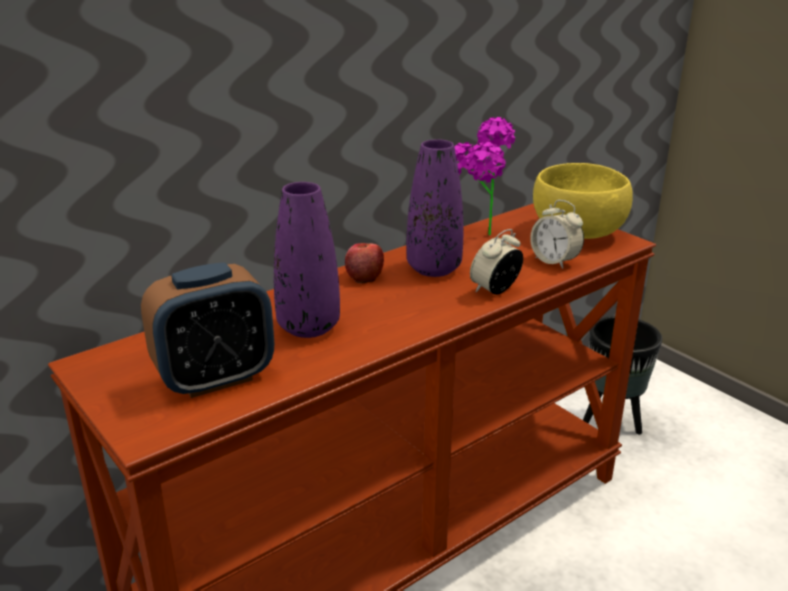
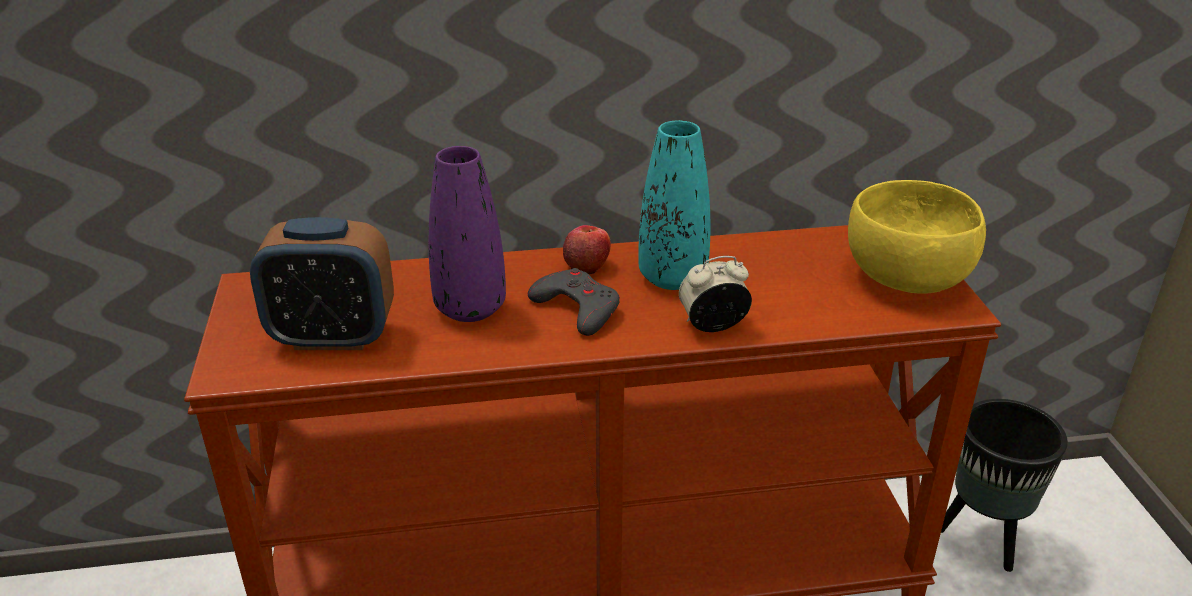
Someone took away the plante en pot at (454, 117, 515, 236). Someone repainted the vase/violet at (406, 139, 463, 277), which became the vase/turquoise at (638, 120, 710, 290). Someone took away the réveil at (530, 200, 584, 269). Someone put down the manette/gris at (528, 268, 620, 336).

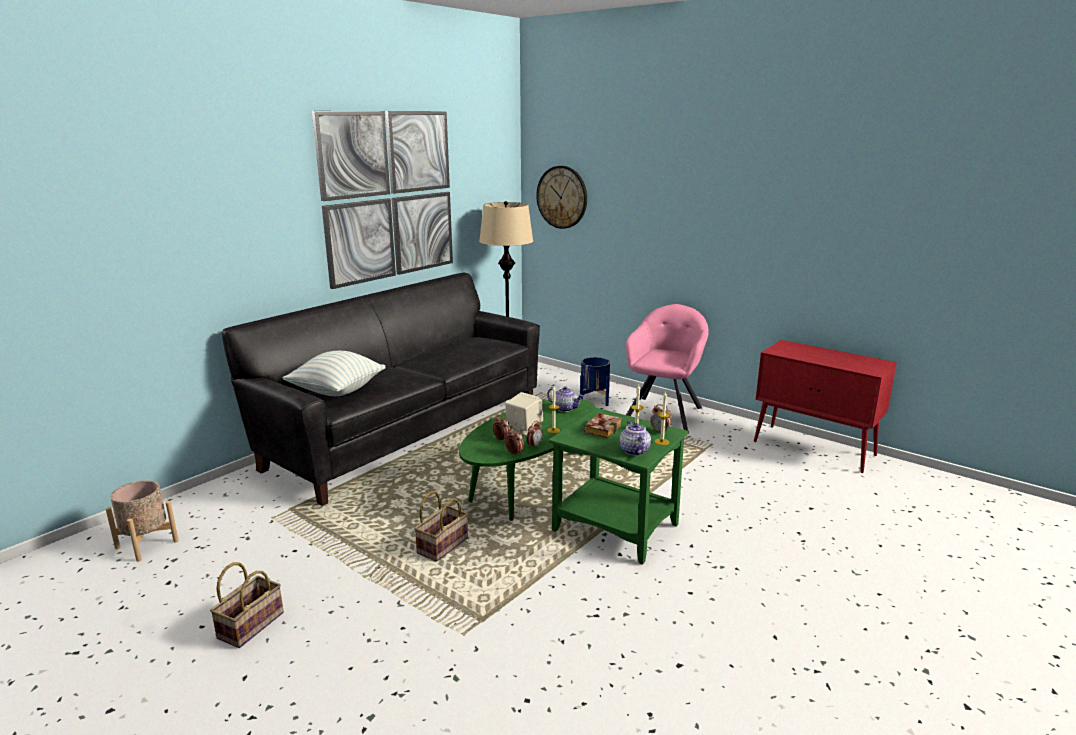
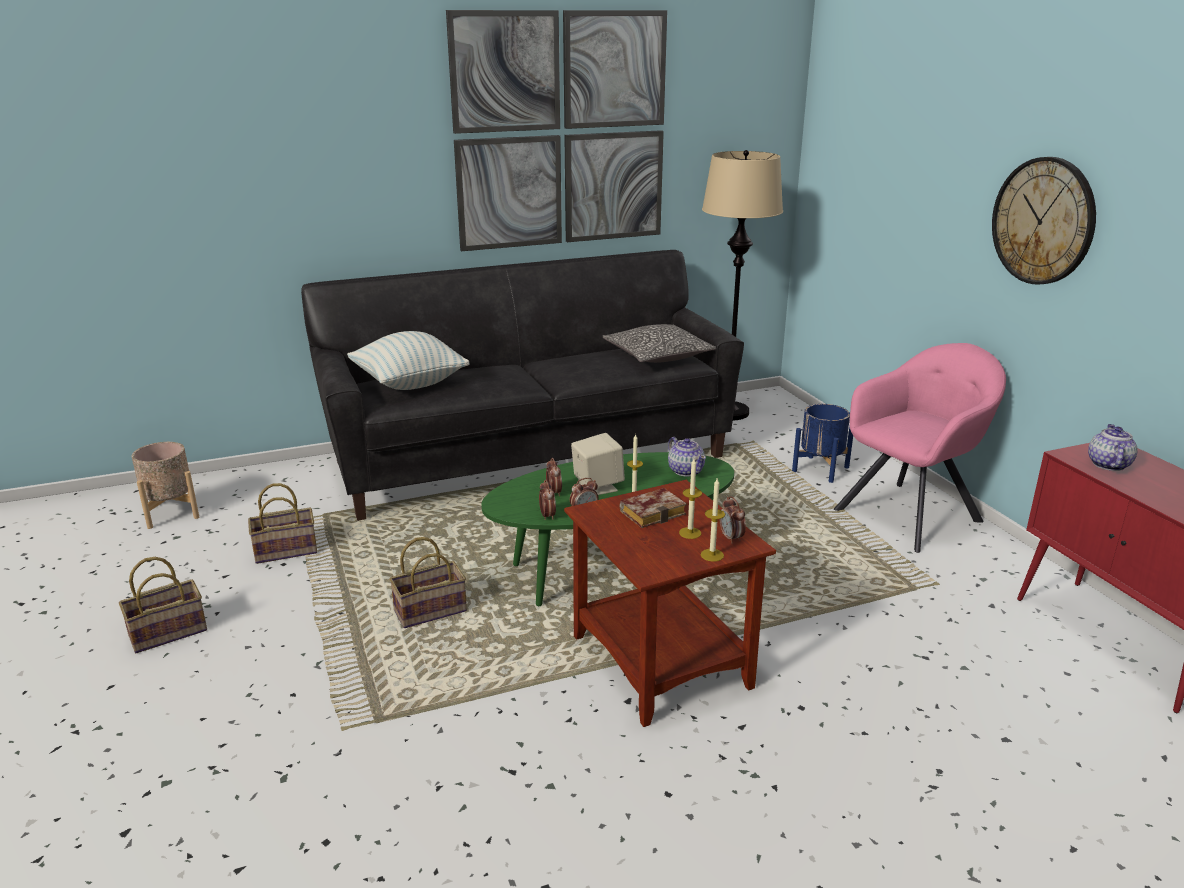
Someone carried the horloge murale from (536, 166, 587, 229) to (992, 157, 1096, 285). Someone repainted the table d'appoint/vert at (548, 408, 689, 565), which became the table d'appoint/marron at (564, 480, 776, 727). Someone carried the théière from (620, 421, 651, 456) to (1088, 424, 1138, 471). Someone put down the coussin at (602, 324, 716, 363). Someone put down the panier at (248, 483, 317, 564).

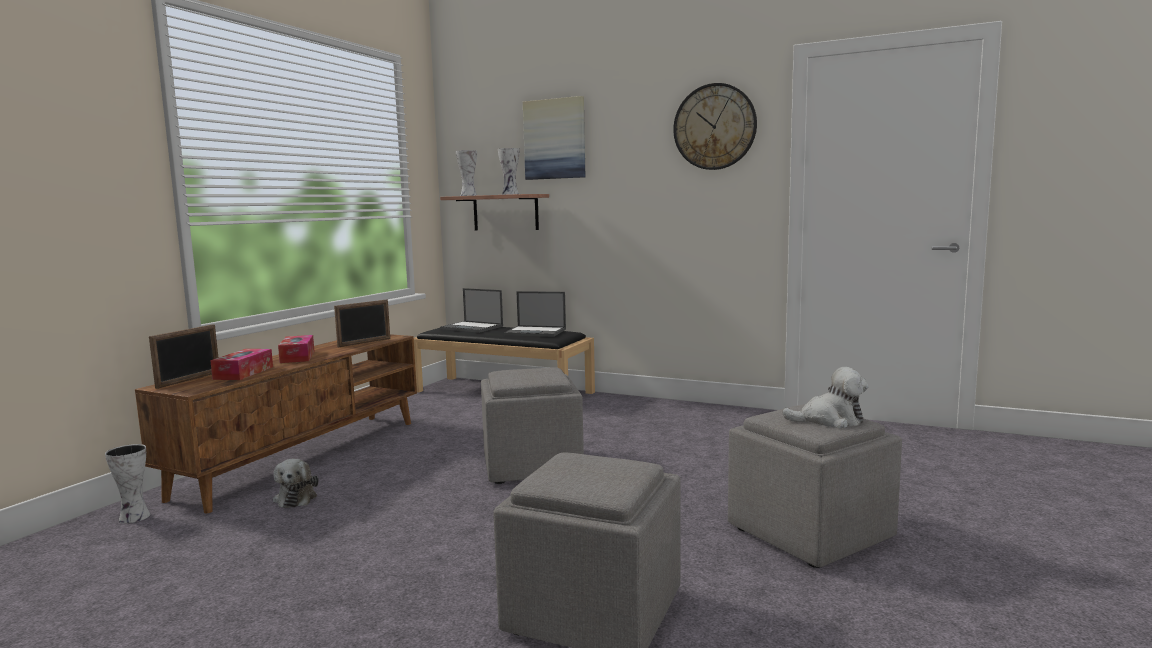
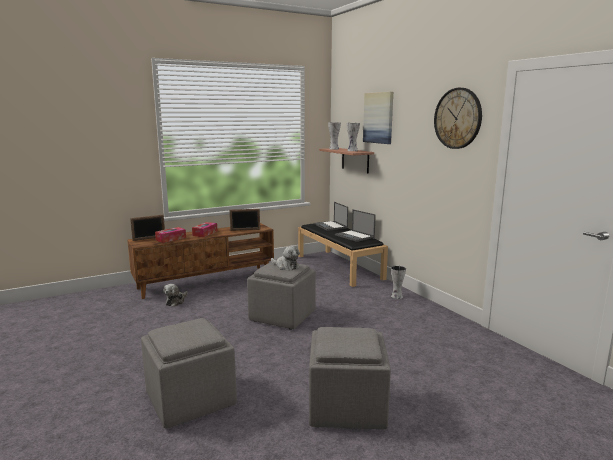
Someone carried the peluche from (782, 367, 869, 428) to (271, 245, 300, 271). Someone carried the vase from (105, 444, 150, 523) to (391, 266, 406, 299).

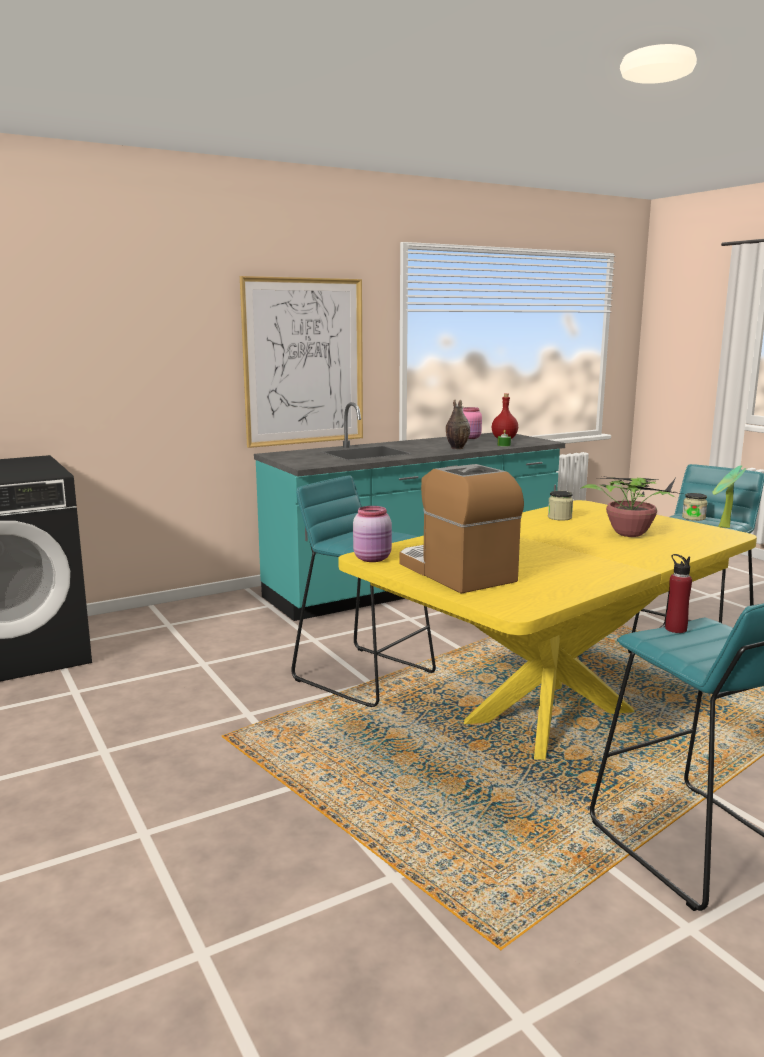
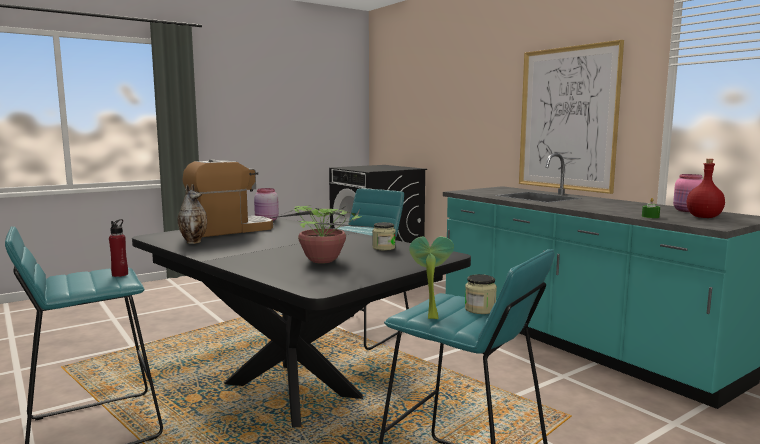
Someone carried the vase from (446, 400, 470, 449) to (177, 184, 207, 244). Someone repainted the table à manger/jaune at (338, 500, 757, 760), which became the table à manger/noir at (132, 218, 471, 427).

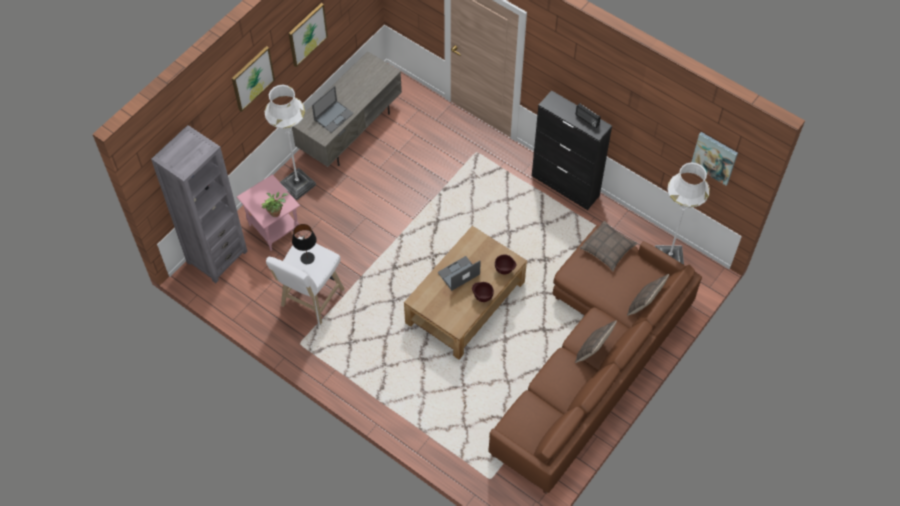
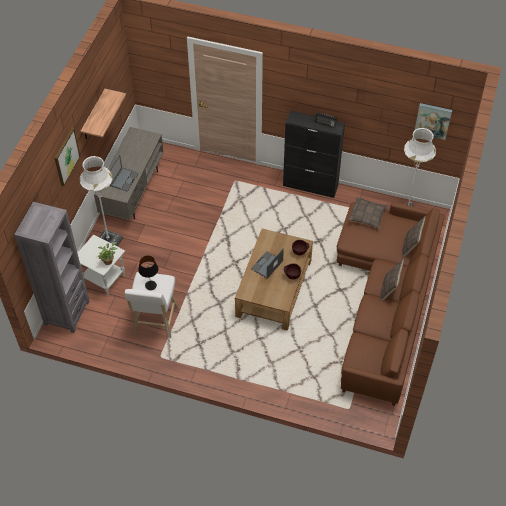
Someone swapped the tableau at (289, 3, 328, 67) for the étagère at (81, 89, 126, 139). Someone repainted the table d'appoint/rose at (237, 174, 300, 251), which became the table d'appoint/blanc at (77, 234, 125, 296).

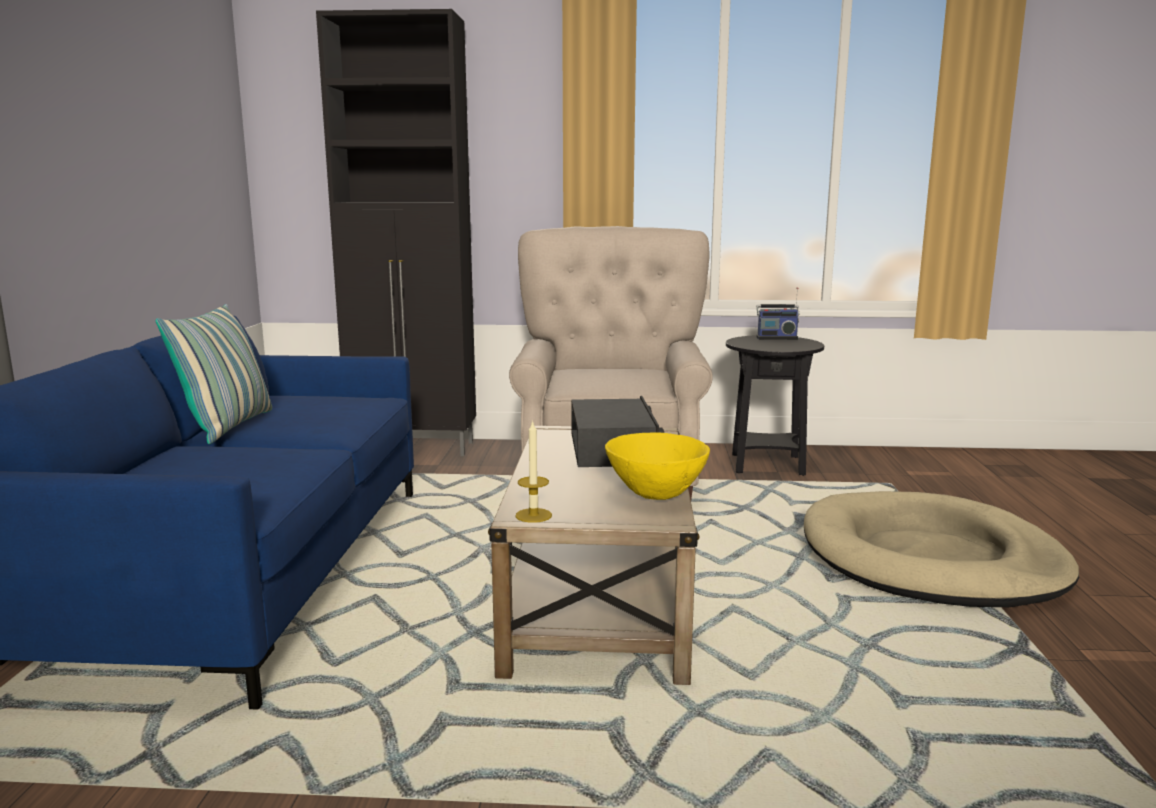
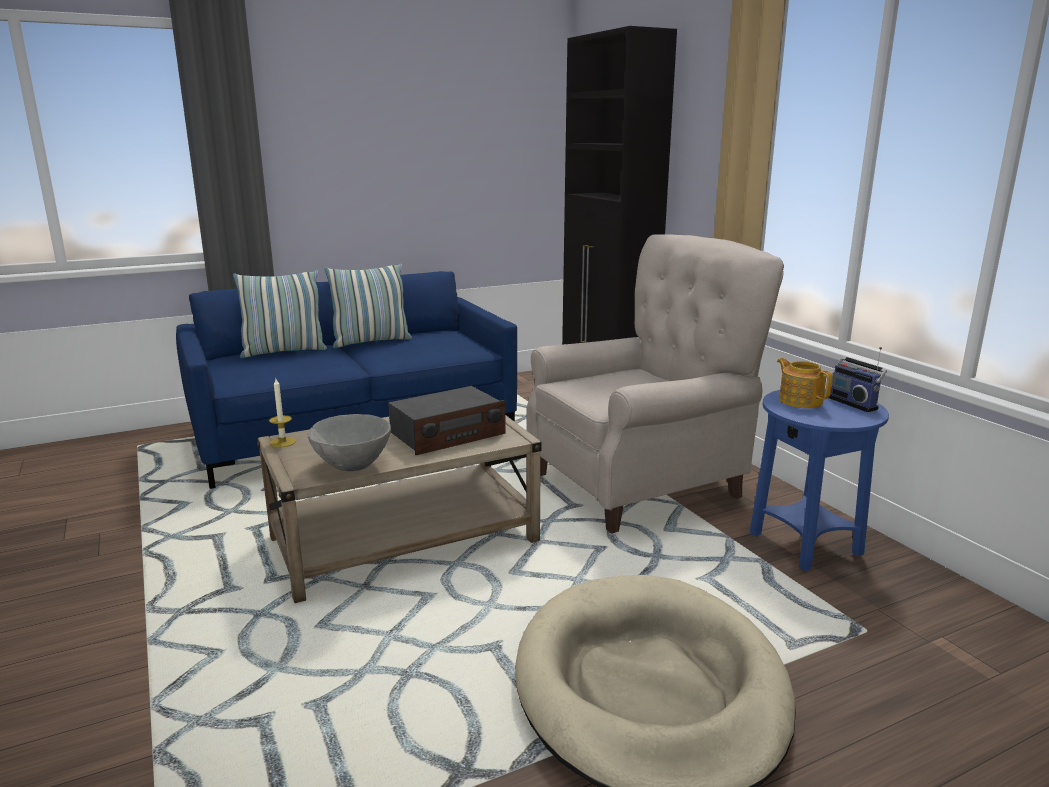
Someone repainted the table d'appoint/noir at (726, 335, 824, 476), which became the table d'appoint/bleu at (750, 389, 889, 571). Someone repainted the bol/jaune at (605, 432, 710, 500), which became the bol/gris at (307, 414, 391, 471). Someone put down the coussin at (233, 270, 327, 358). Someone put down the théière at (777, 358, 833, 408).

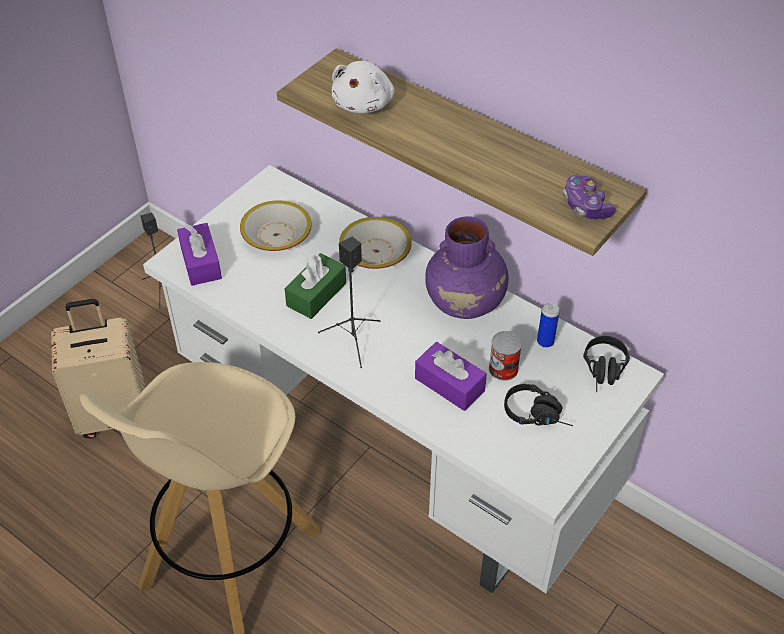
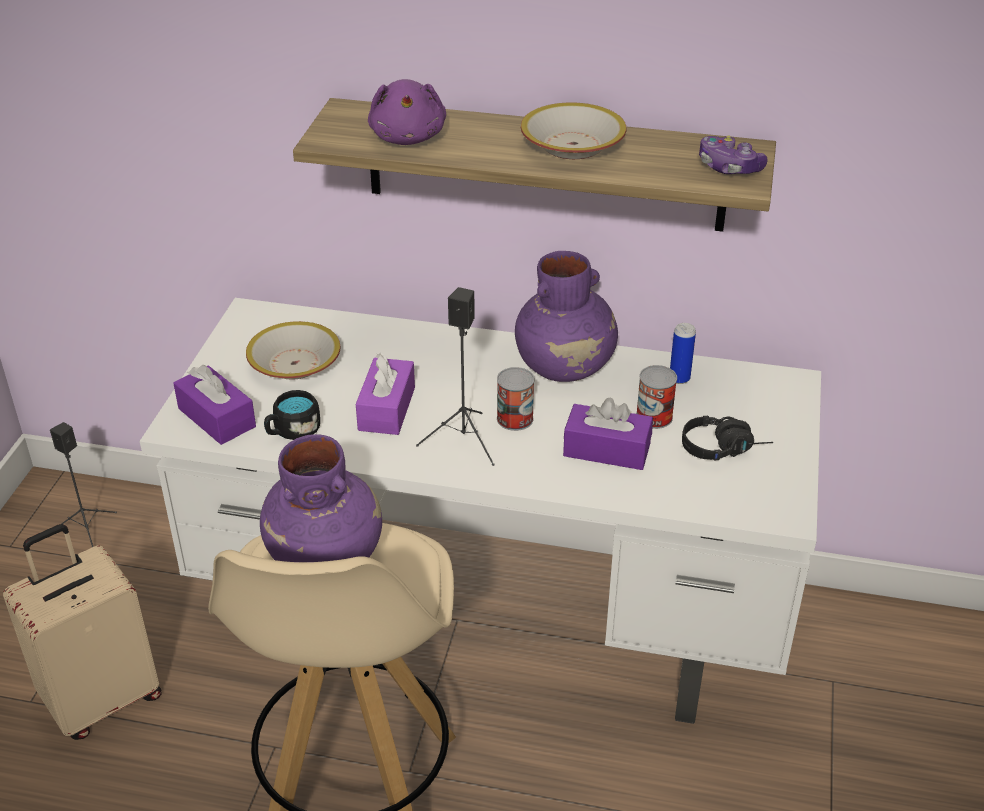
Someone repainted the peluche/blanc at (332, 61, 395, 114), which became the peluche/violet at (368, 79, 446, 145). Someone carried the bol from (339, 217, 412, 269) to (521, 102, 626, 159). Someone repainted the boîte à mouchoirs/vert at (284, 253, 346, 319), which became the boîte à mouchoirs/violet at (356, 353, 415, 435). Someone took away the casque audio/noir at (583, 336, 630, 392). Someone put down the boîte métallique at (497, 367, 535, 431). Someone put down the mug/noir at (264, 390, 320, 440). Someone put down the vase/violet at (260, 434, 382, 562).

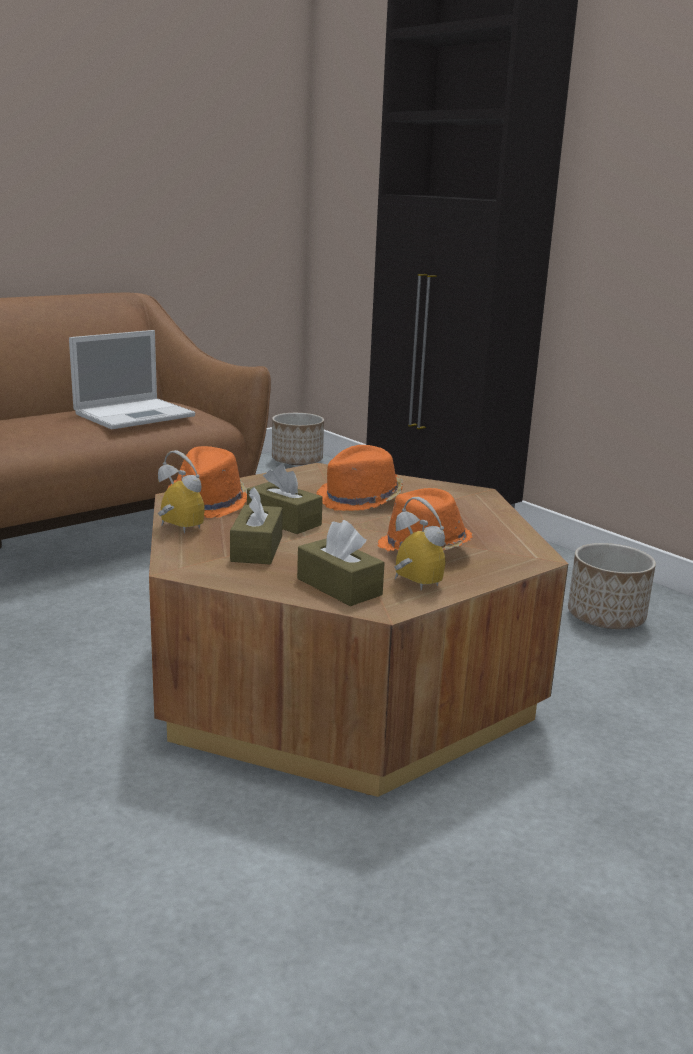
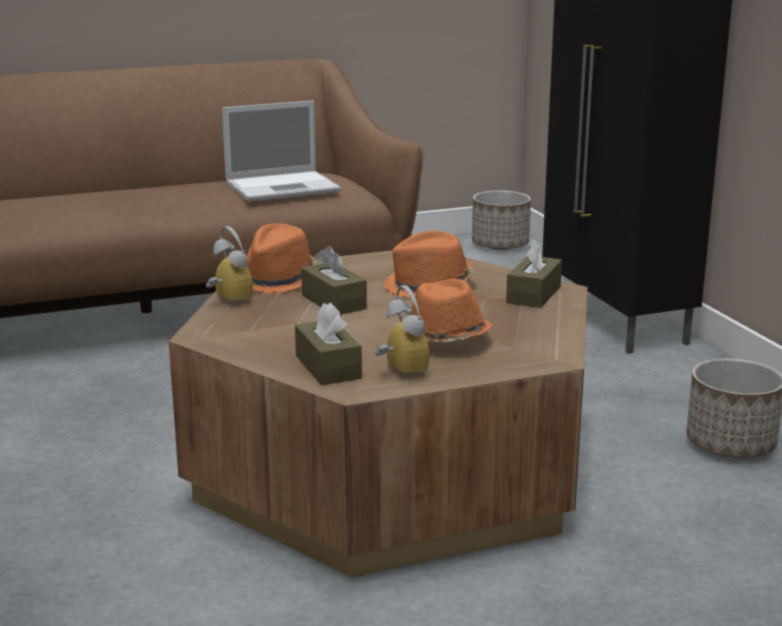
Someone carried the boîte à mouchoirs/marron from (230, 487, 283, 564) to (506, 238, 562, 308).

